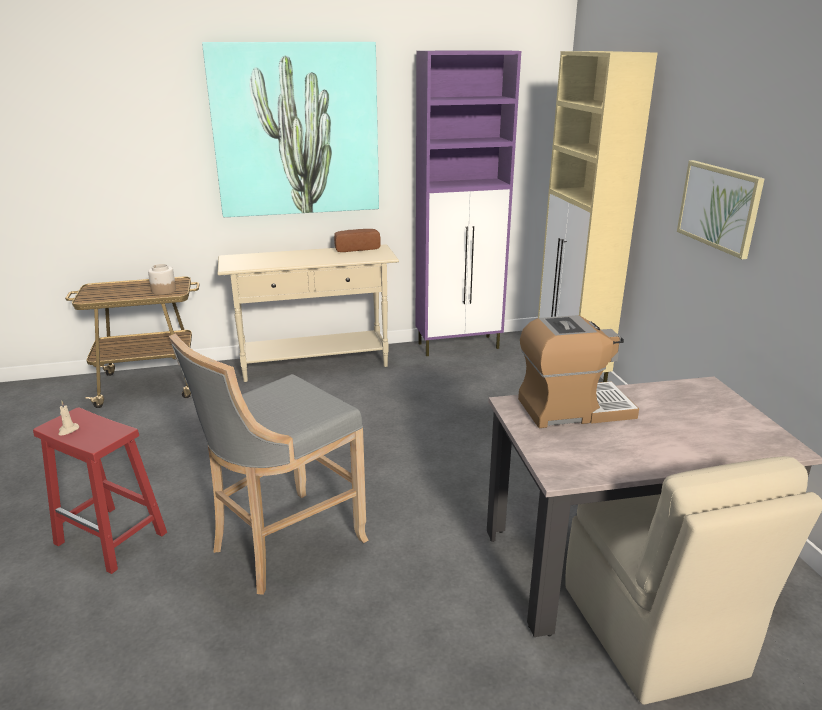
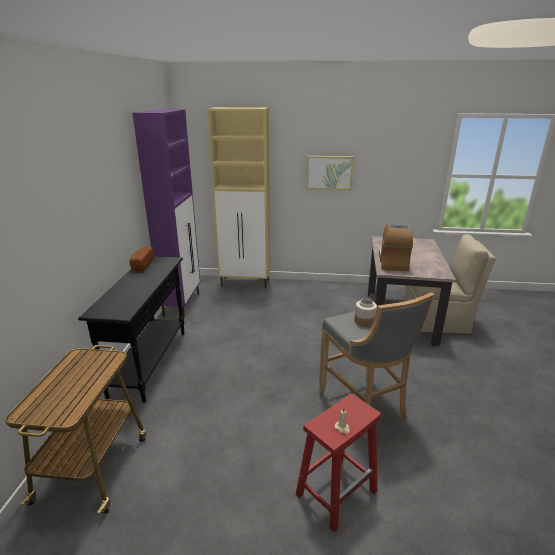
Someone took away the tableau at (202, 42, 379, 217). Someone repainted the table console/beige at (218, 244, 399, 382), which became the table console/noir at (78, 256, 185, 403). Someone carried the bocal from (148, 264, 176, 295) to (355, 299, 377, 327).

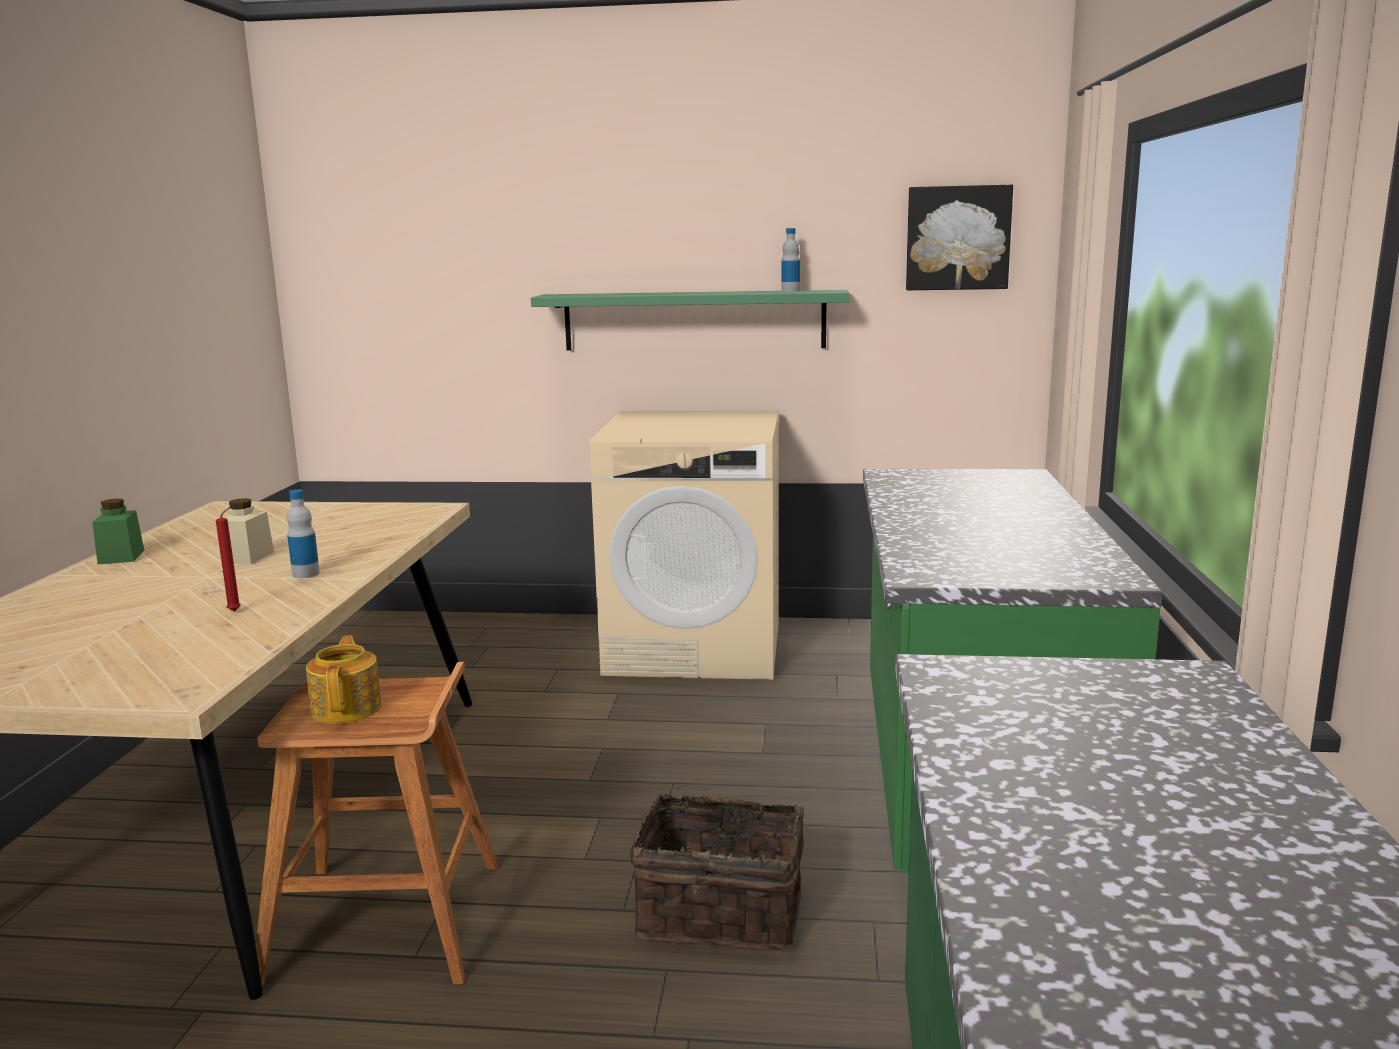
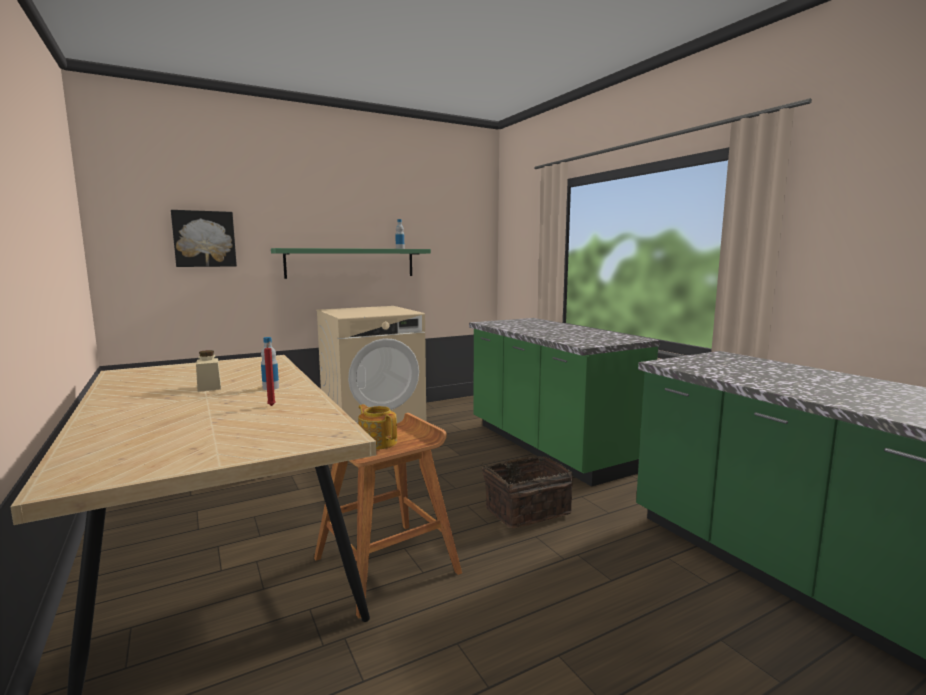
Someone carried the tableau from (906, 185, 1013, 290) to (171, 210, 237, 267). Someone took away the bocal/vert at (92, 499, 144, 564).

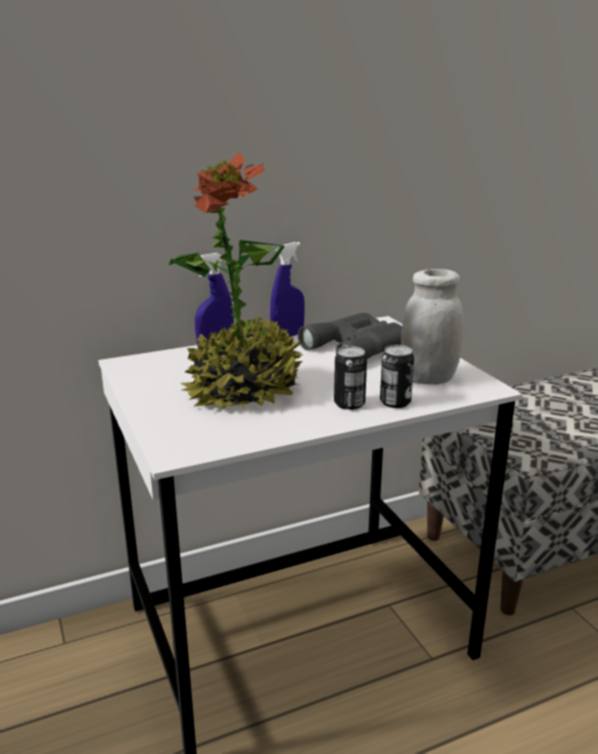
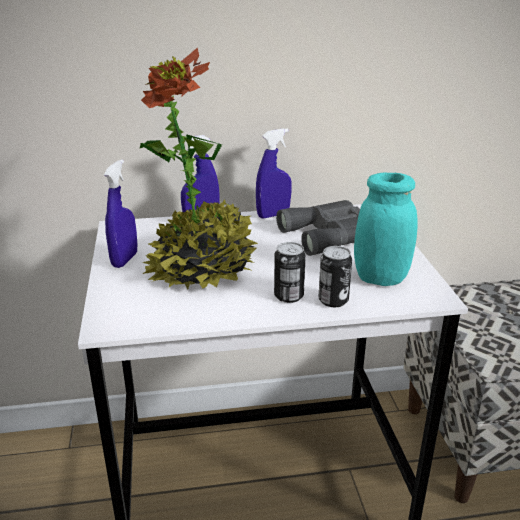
Someone repainted the bocal/blanc at (401, 269, 464, 385), which became the bocal/turquoise at (354, 173, 418, 286). Someone put down the vaporisateur/bleu at (104, 159, 137, 268).

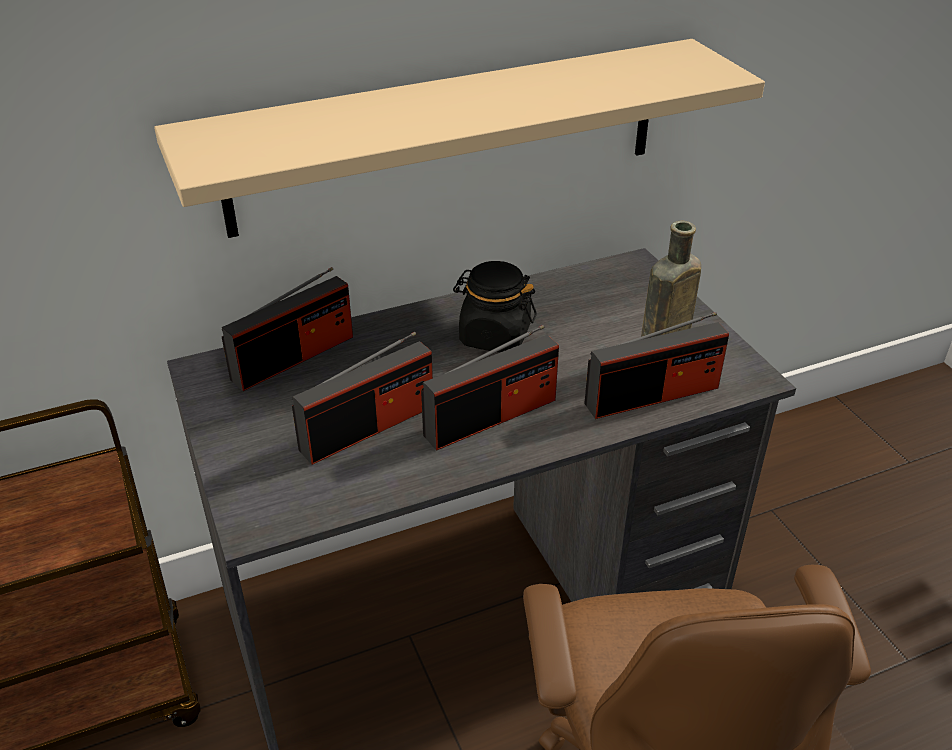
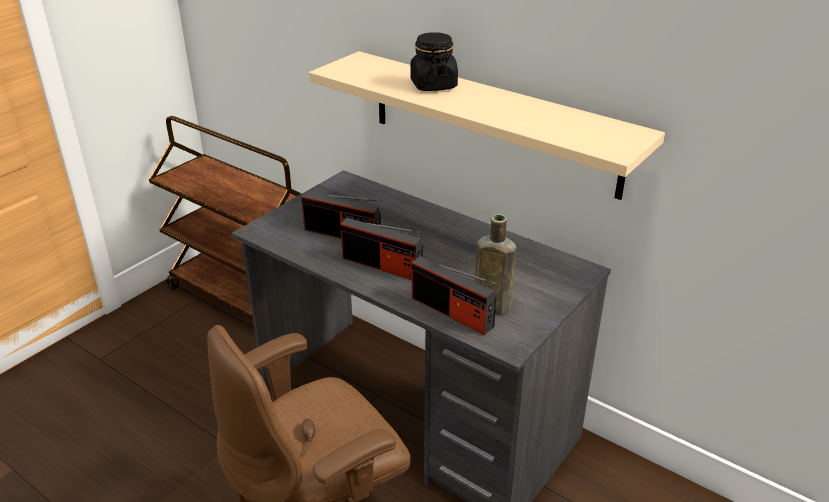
Someone carried the bocal/noir from (453, 261, 537, 352) to (410, 32, 458, 91). Someone took away the radio at (222, 267, 353, 391).

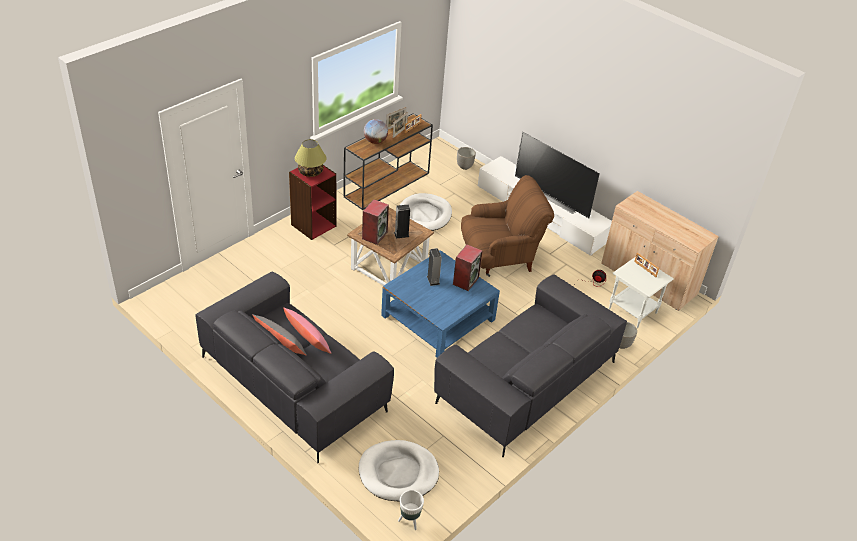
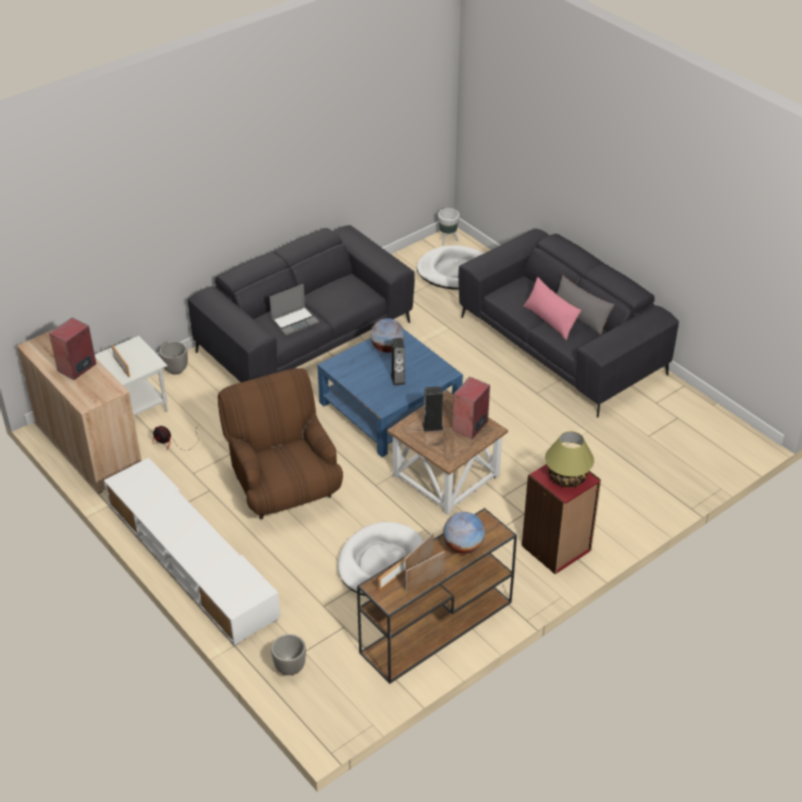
Someone took away the téléviseur at (515, 131, 600, 218). Someone rotated the fauteuil/marron at (461, 175, 554, 277) by 75 degrees clockwise. Someone carried the enceinte from (453, 244, 482, 291) to (49, 317, 96, 380). Someone put down the ordinateur portable at (269, 284, 319, 336). Someone put down the globe at (370, 318, 404, 353).

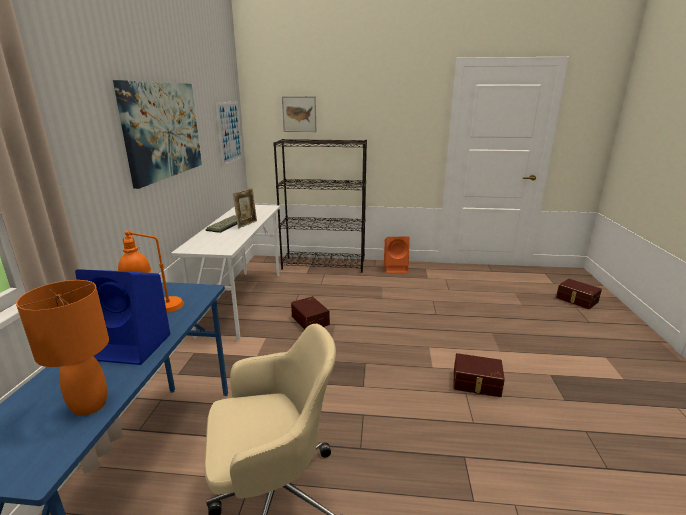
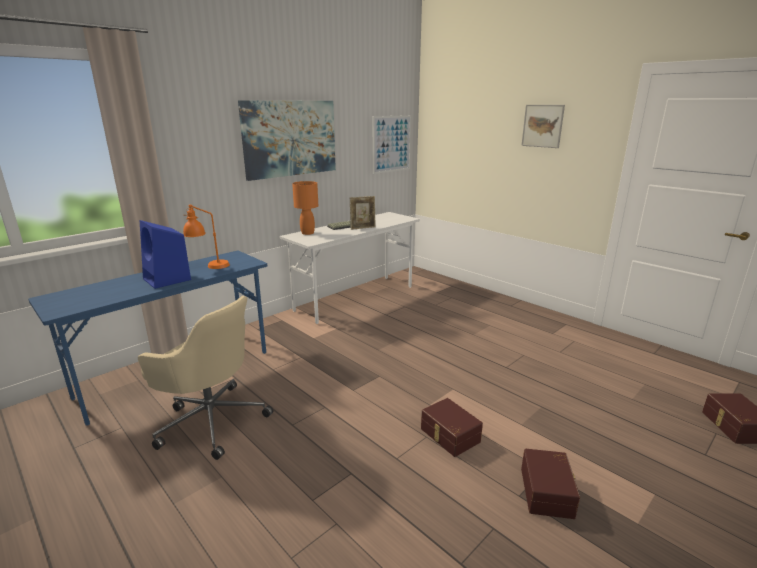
Someone carried the tableau from (282, 96, 316, 132) to (521, 105, 565, 148). Someone took away the bibliothèque/noir at (273, 139, 367, 273). Someone took away the enceinte/orange at (384, 237, 410, 273). Someone carried the lampe de table/orange from (16, 280, 109, 416) to (292, 181, 318, 235). Someone carried the boîte de rangement/marron from (291, 296, 330, 330) to (521, 449, 580, 519).

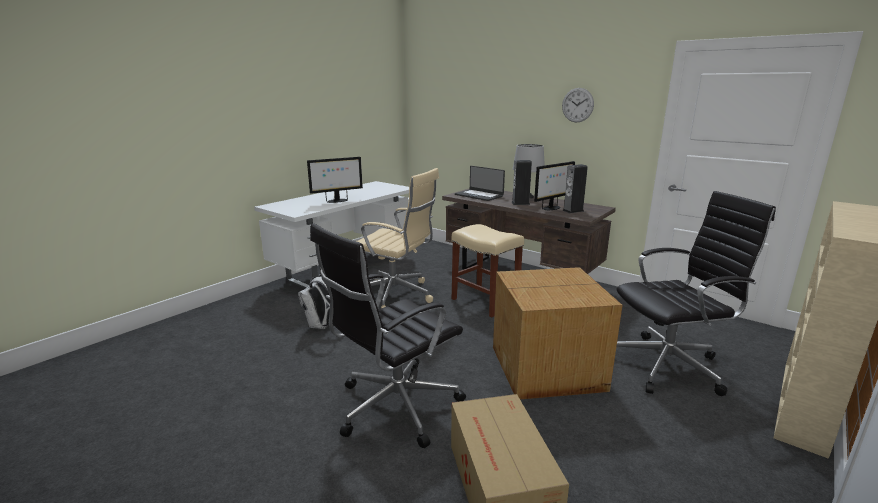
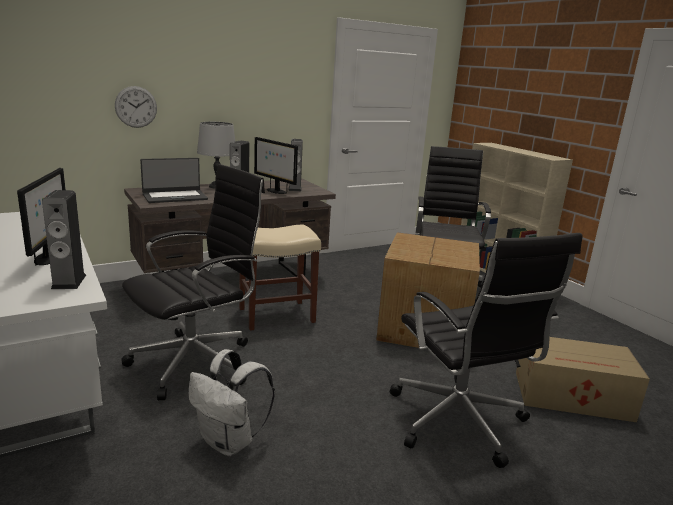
Someone carried the horloge murale from (562, 88, 594, 122) to (115, 86, 157, 128). Someone rotated the écran d'ordinateur at (534, 161, 575, 210) by 150 degrees clockwise. Someone repainted the chaise de bureau/beige at (357, 168, 439, 308), which became the chaise de bureau/noir at (121, 164, 265, 400). Someone put down the enceinte at (42, 190, 86, 289).

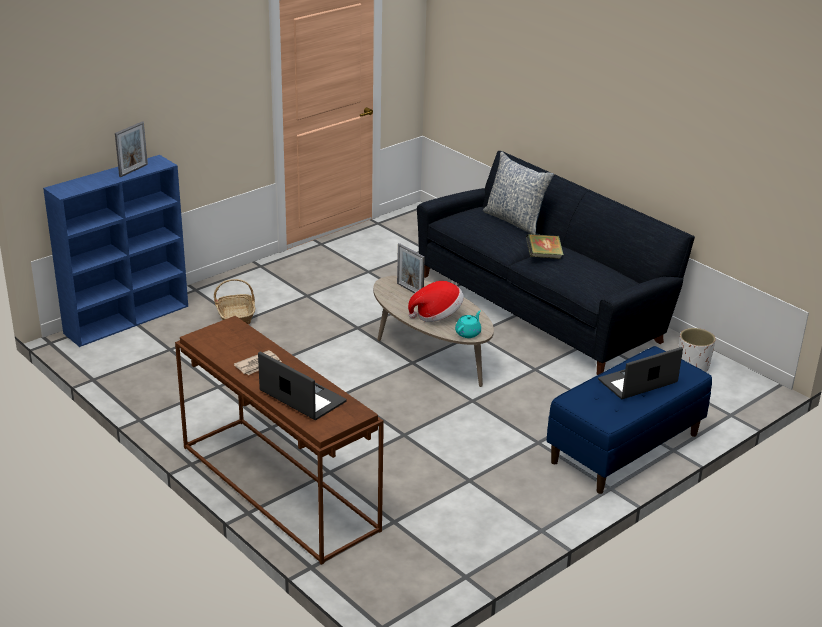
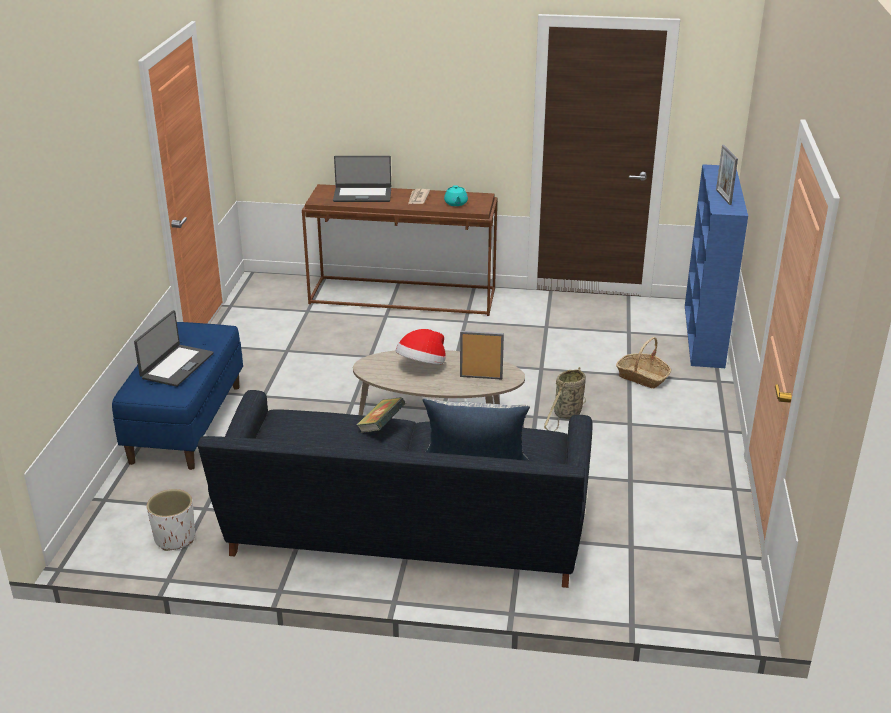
Someone carried the théière/turquoise from (455, 311, 481, 338) to (444, 185, 468, 206). Someone put down the panier at (544, 367, 586, 431).

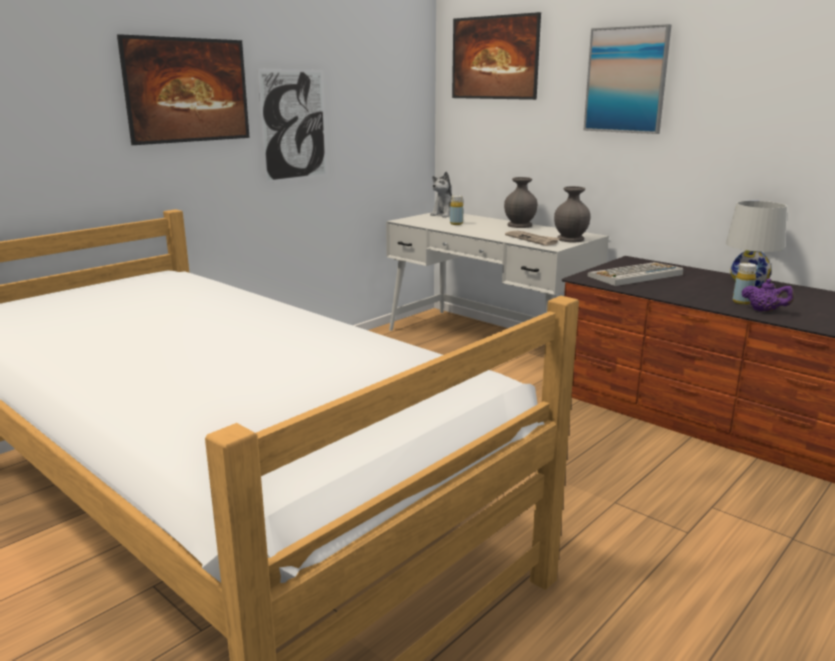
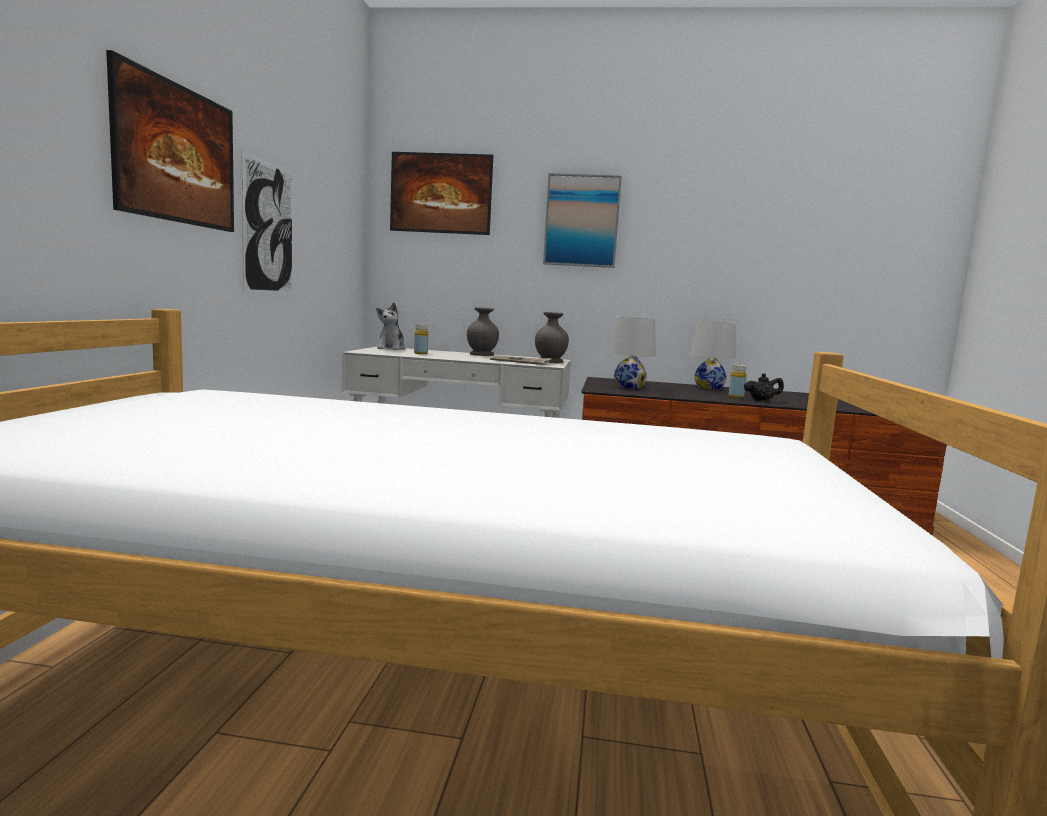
Someone swapped the clavier at (588, 262, 683, 286) for the lampe de table/blanc at (609, 317, 656, 389). Someone repainted the théière/violet at (742, 279, 794, 312), which became the théière/noir at (744, 373, 784, 401).

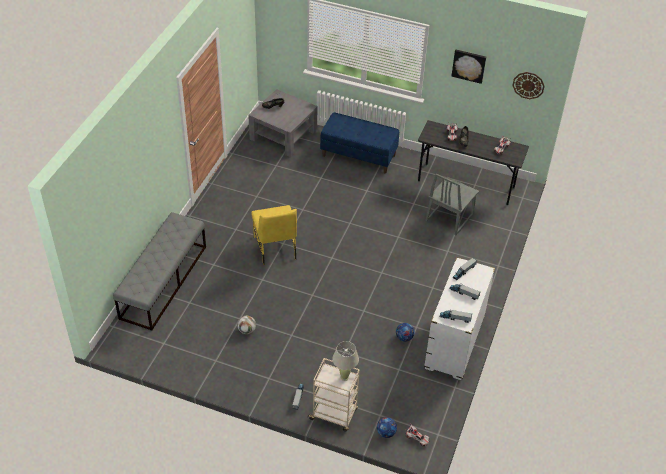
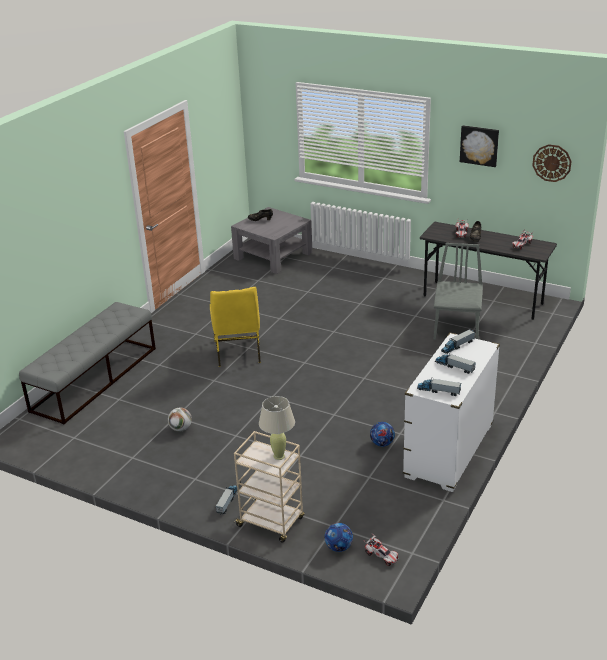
Someone took away the banc/bleu at (320, 112, 399, 173). Someone rotated the chaise/gris at (425, 174, 479, 235) by 150 degrees clockwise.

